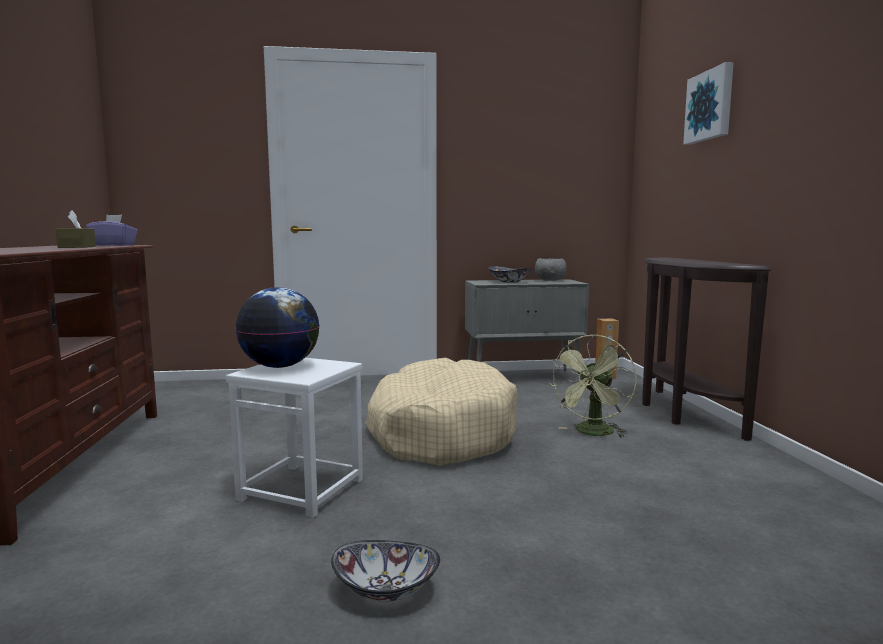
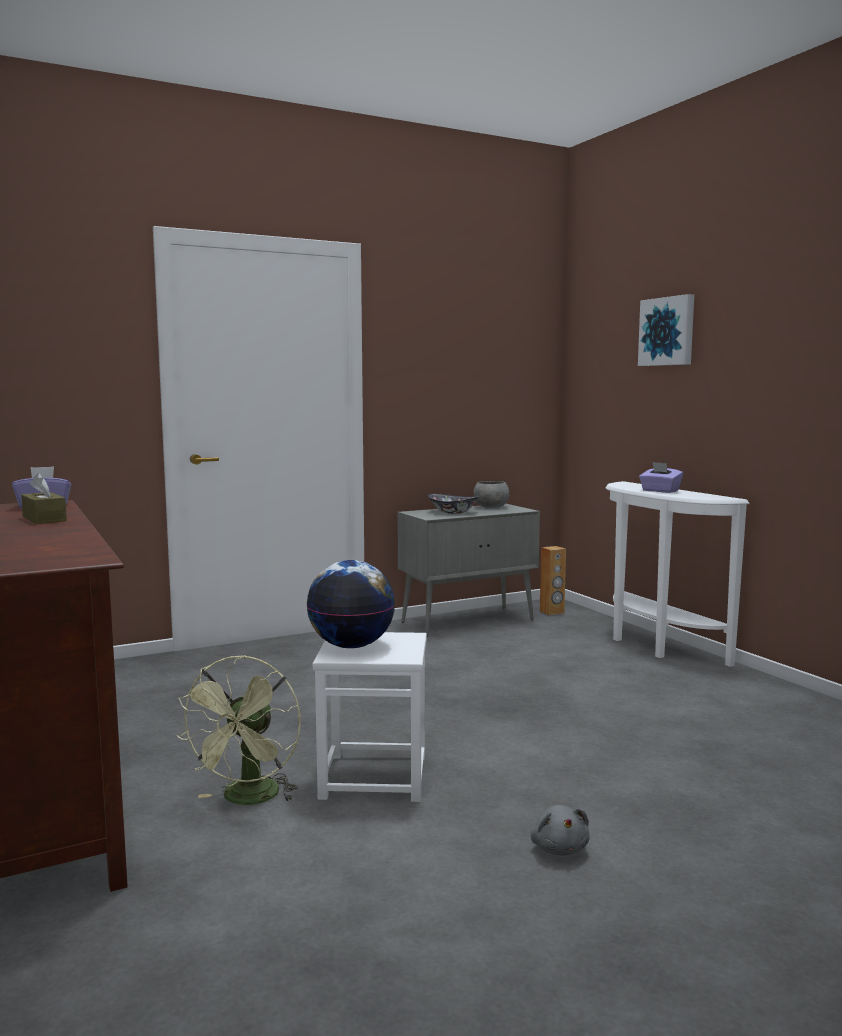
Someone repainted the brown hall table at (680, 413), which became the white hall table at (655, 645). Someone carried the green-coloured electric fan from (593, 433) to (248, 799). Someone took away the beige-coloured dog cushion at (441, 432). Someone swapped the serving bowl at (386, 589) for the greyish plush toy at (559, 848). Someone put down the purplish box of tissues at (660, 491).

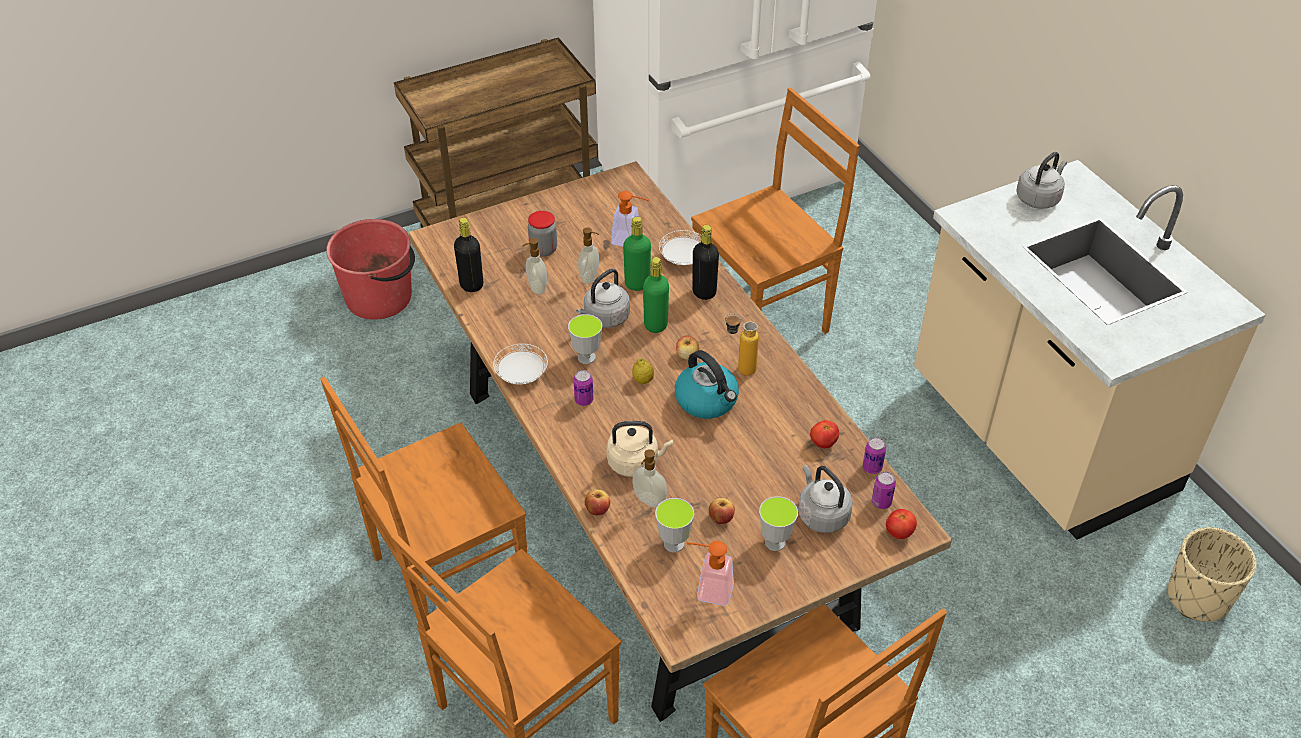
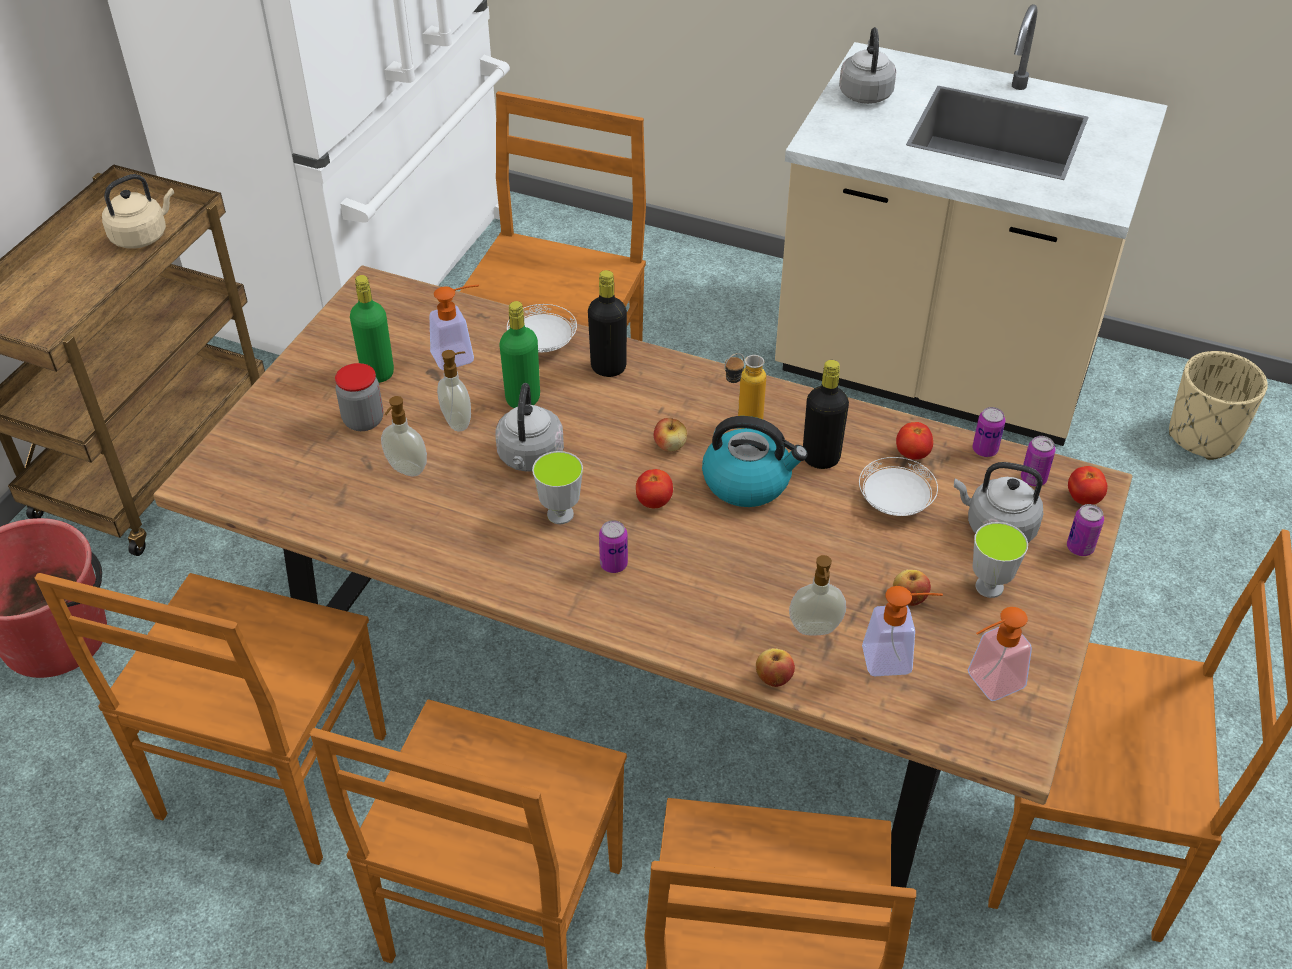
Someone carried the black drink bottle from (471, 285) to (820, 458). Someone carried the green-coloured drink bottle from (655, 325) to (377, 372). Someone carried the white plate from (521, 375) to (894, 503). Someone swapped the whole lemon at (643, 380) for the fresh tomato at (654, 501). Someone carried the beige-coloured tea kettle from (635, 462) to (142, 236). Someone swapped the small cup at (674, 544) for the soap dispenser at (896, 659). Someone put down the sealed can at (1080, 548). Someone put down the brown chair at (269, 781).

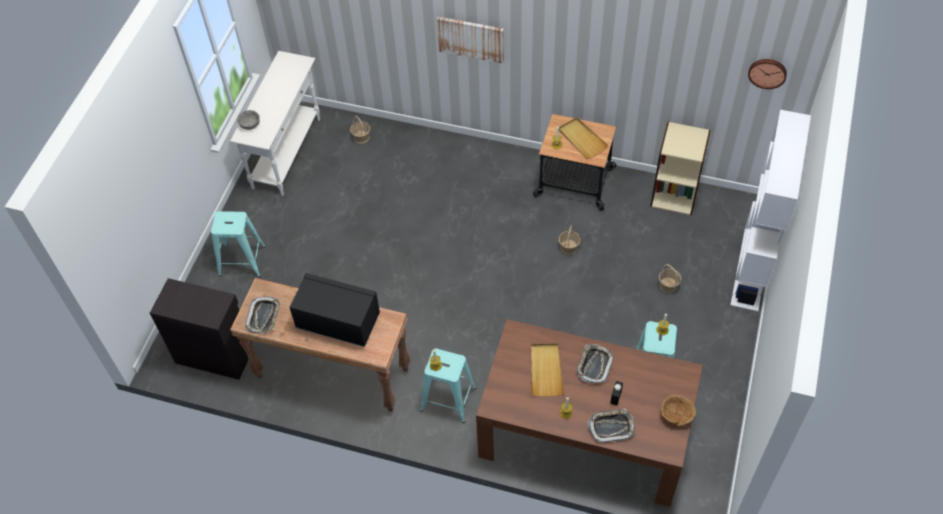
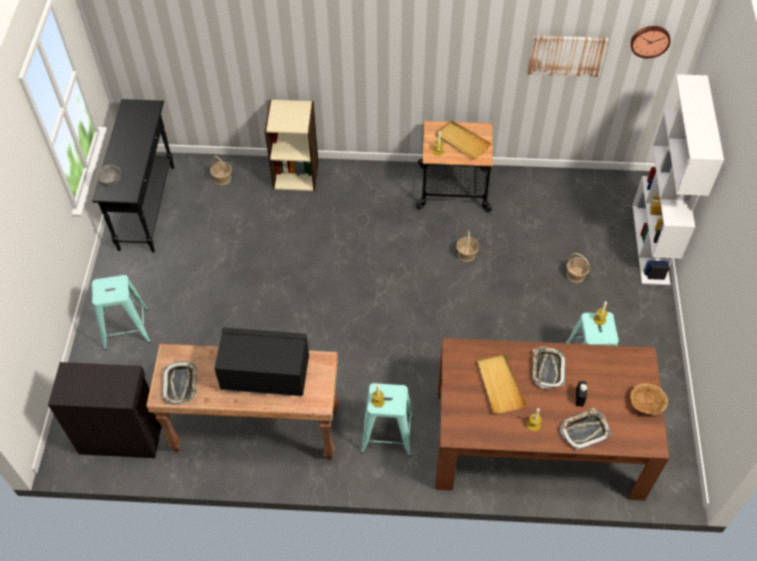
Someone carried the picture from (471, 38) to (566, 55). Someone repainted the white hall table at (287, 153), which became the black hall table at (147, 207). Someone carried the beige-coloured shelving unit from (674, 195) to (296, 174).

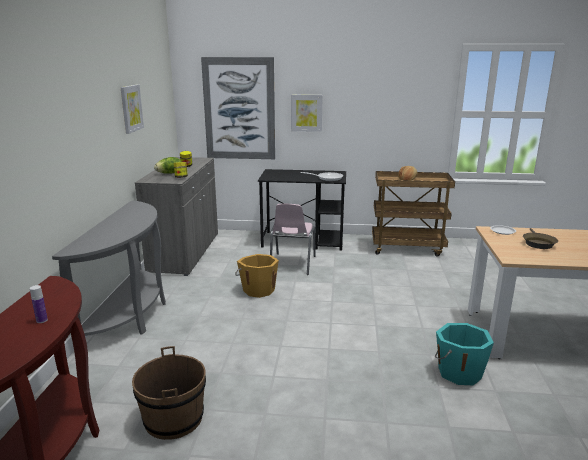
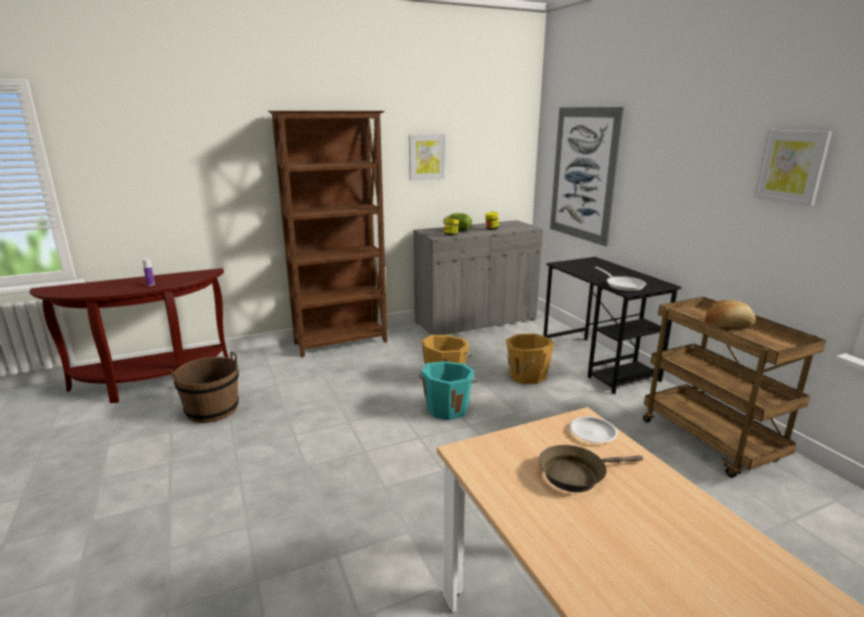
Someone carried the picture from (306, 113) to (791, 166). Someone swapped the greyish hall table at (131, 316) for the brown shelving unit at (342, 343). Someone swapped the pink-coloured chair at (292, 264) for the orangey water bucket at (526, 376). Someone carried the turquoise water bucket from (458, 372) to (447, 408).

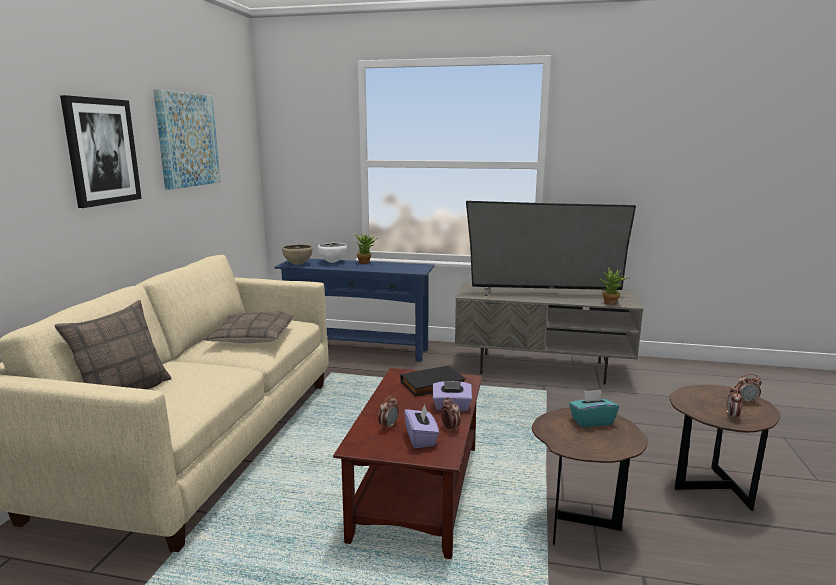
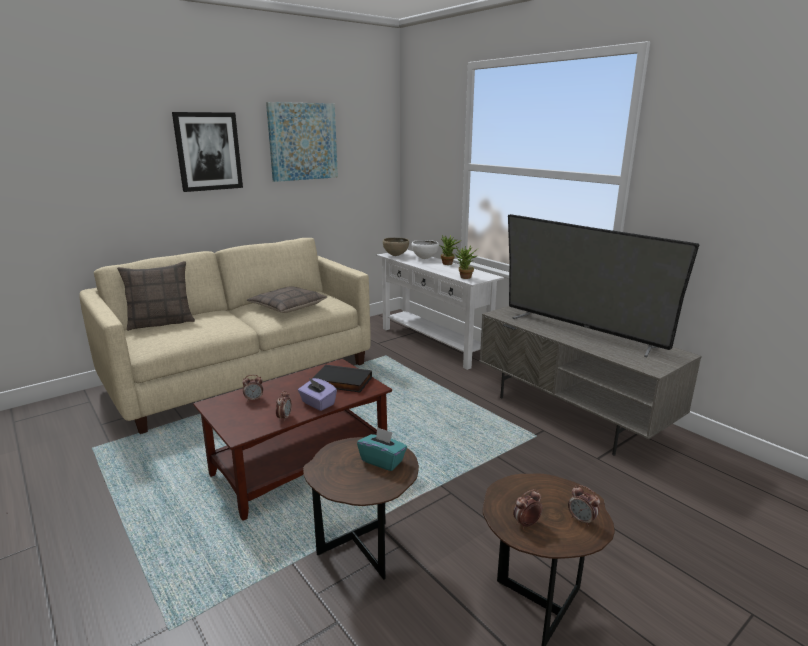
Someone repainted the bluish hall table at (358, 349), which became the white hall table at (434, 343). Someone carried the houseplant from (611, 304) to (464, 278). Someone took away the purplish box of tissues at (421, 438).

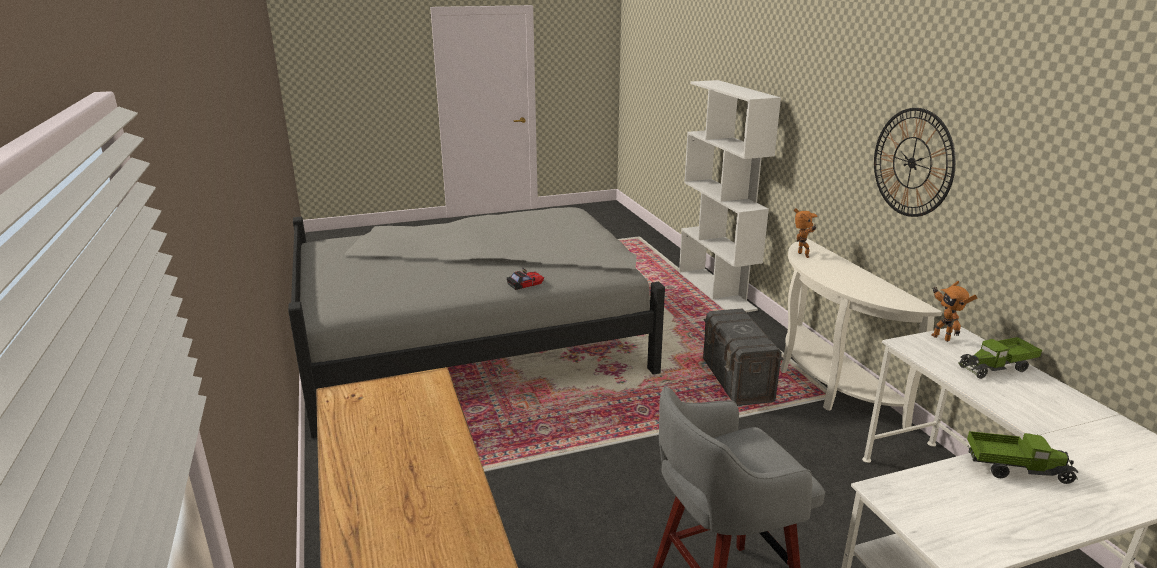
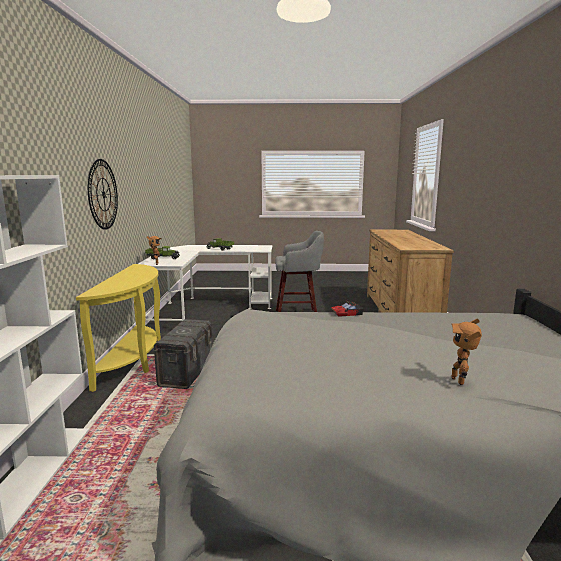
Someone carried the toy robot from (801, 255) to (460, 380). Someone repainted the white hall table at (826, 384), which became the yellow hall table at (135, 361).

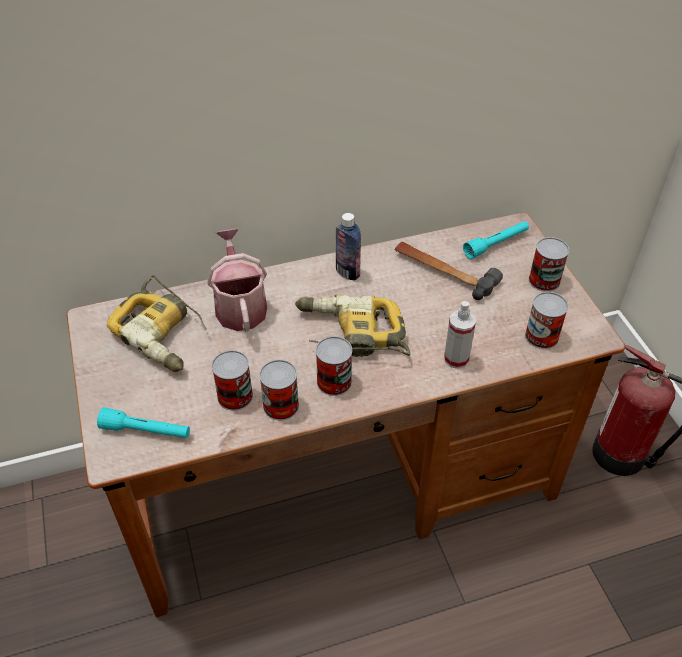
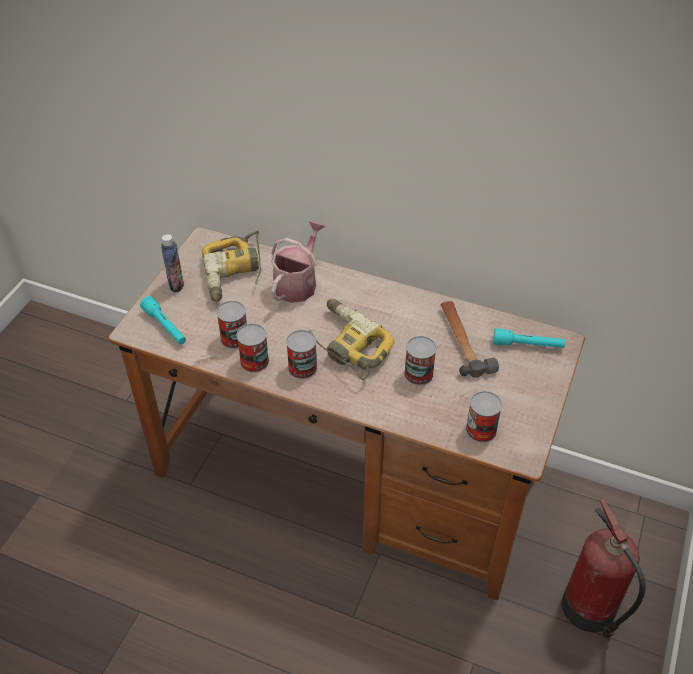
Someone carried the drink bottle from (347, 272) to (176, 284). Someone carried the sealed can from (544, 280) to (418, 374). Someone took away the sprayer at (456, 359).

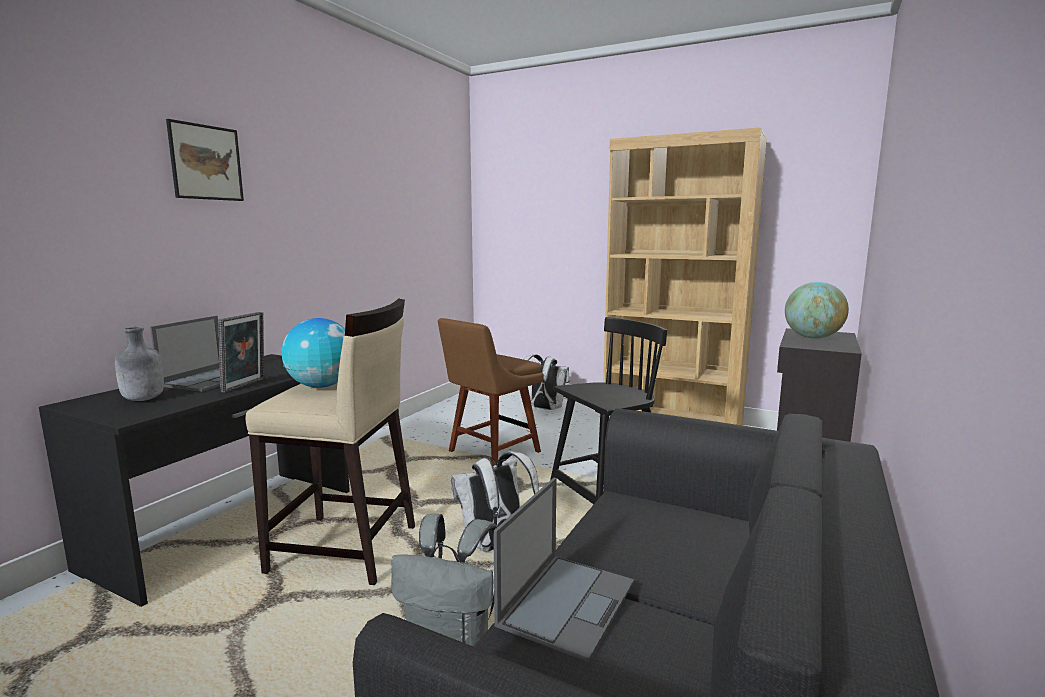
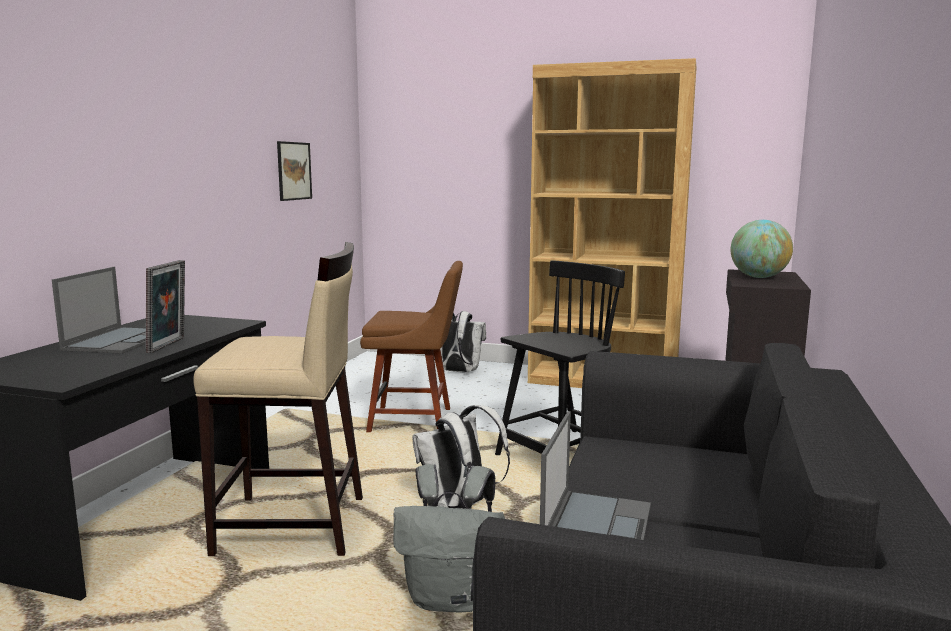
Someone carried the picture from (206, 162) to (294, 171). Someone took away the world globe at (322, 386). Someone rotated the brown chair at (491, 453) by 120 degrees counterclockwise. Someone took away the greyish drink bottle at (143, 399).

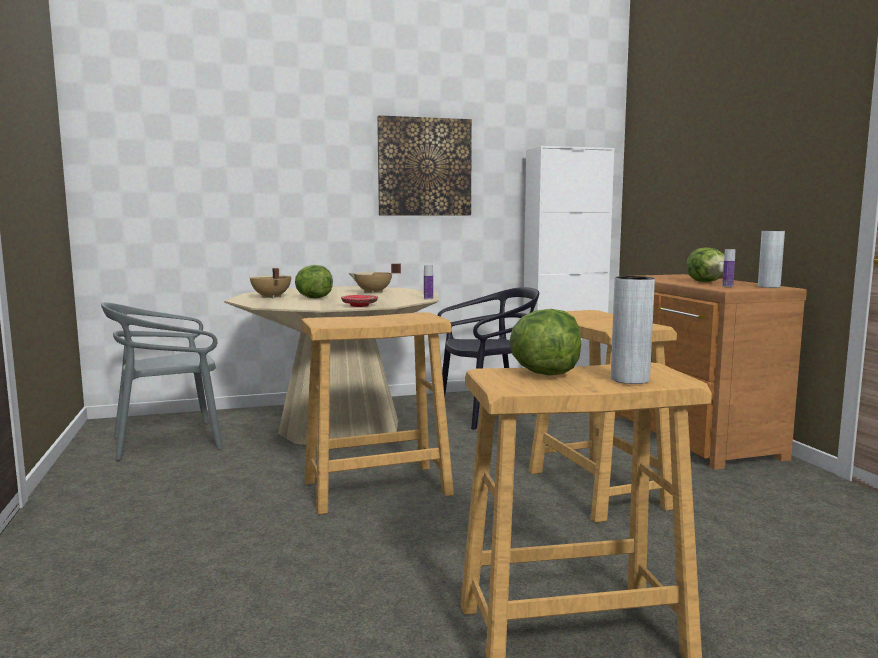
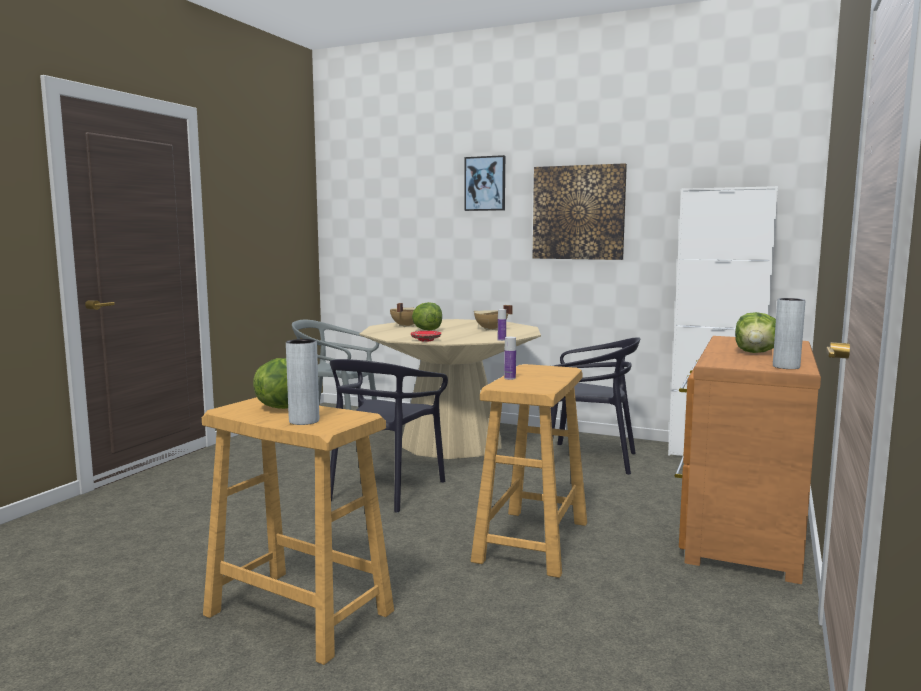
Someone carried the drink bottle from (727, 286) to (510, 378). Someone swapped the beige-coloured stool seat at (376, 488) for the black chair at (384, 490). Someone put up the picture at (485, 183).

